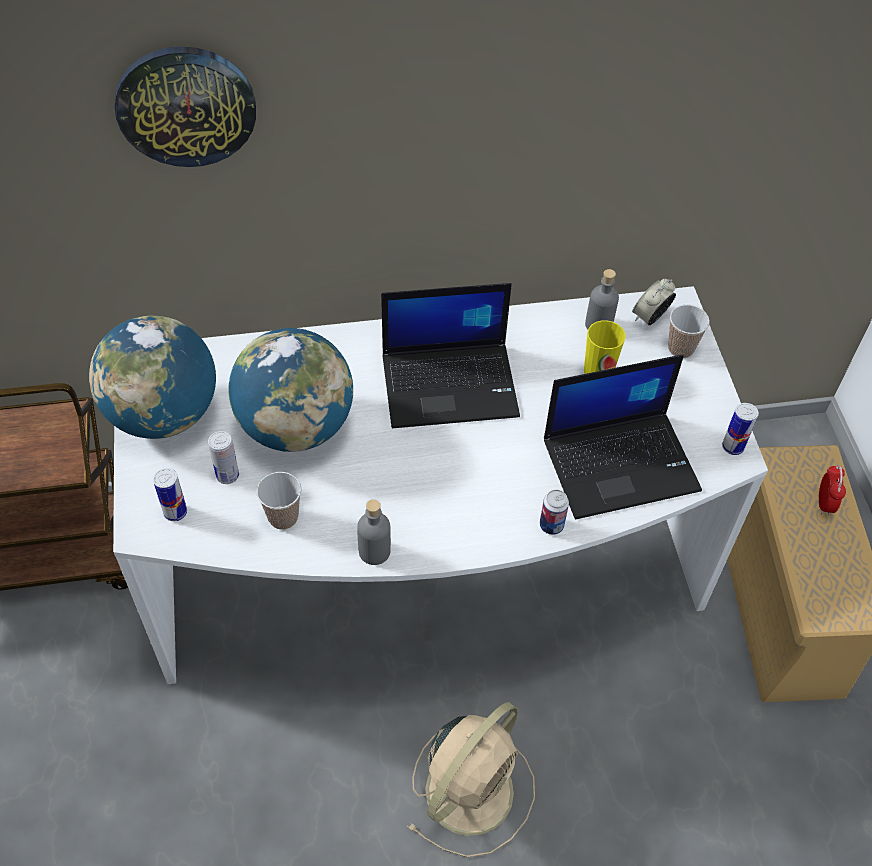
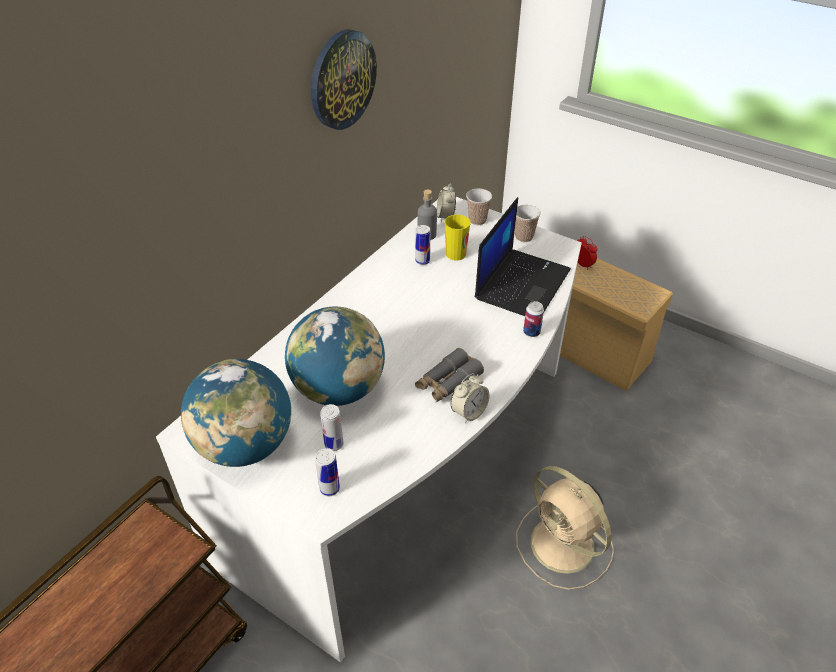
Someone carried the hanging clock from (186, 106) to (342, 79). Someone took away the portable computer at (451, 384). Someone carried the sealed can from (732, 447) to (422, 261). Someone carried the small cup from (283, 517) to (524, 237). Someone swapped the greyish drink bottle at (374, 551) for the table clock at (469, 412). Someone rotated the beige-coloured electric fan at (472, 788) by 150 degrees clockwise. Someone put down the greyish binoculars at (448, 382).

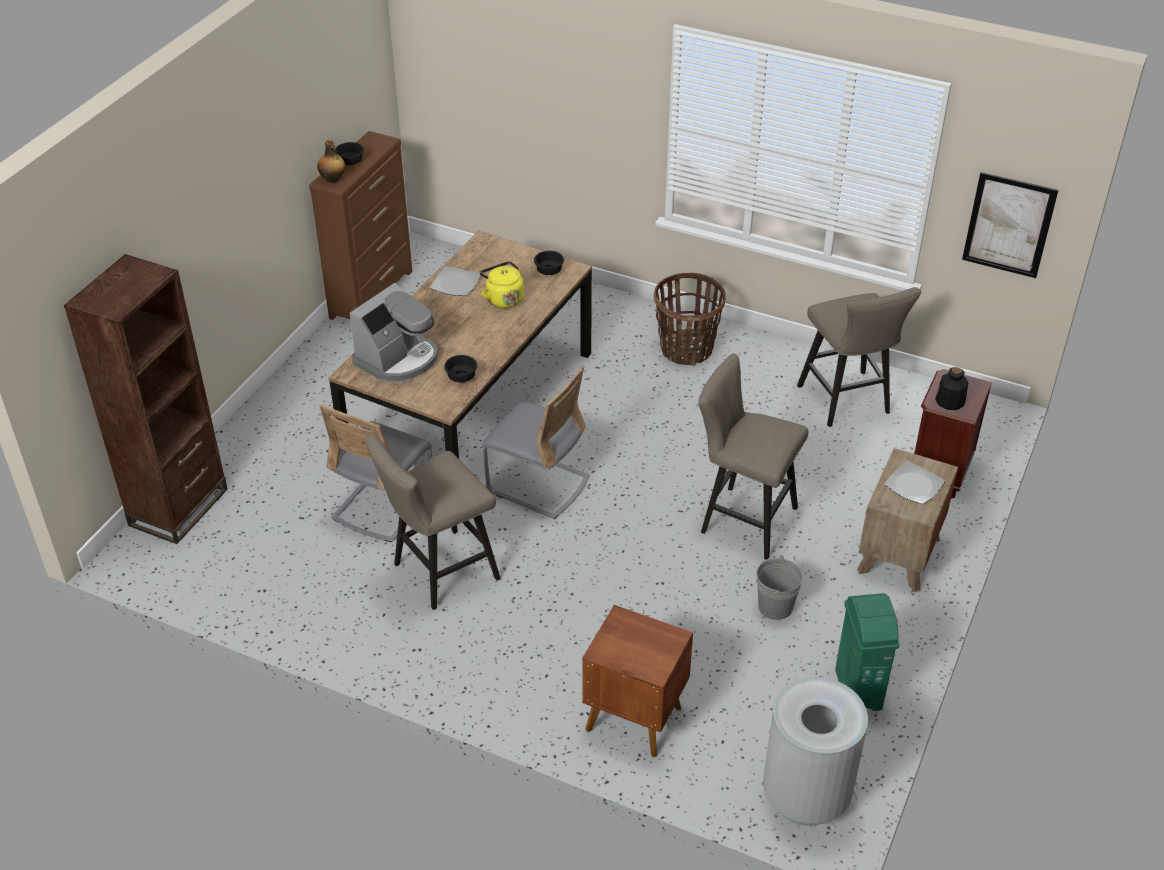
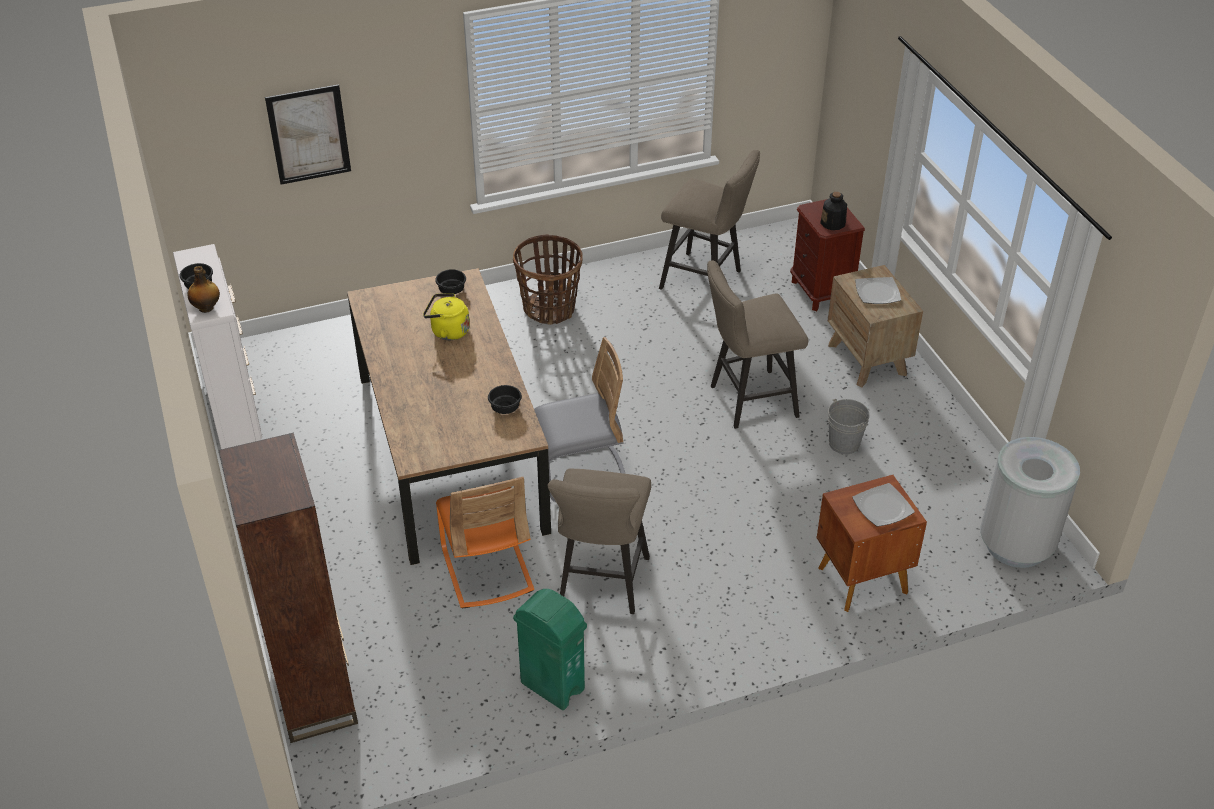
Someone repainted the brown chest of drawers at (372, 294), which became the white chest of drawers at (234, 417). Someone carried the picture from (1009, 225) to (309, 134). Someone carried the plate from (455, 284) to (882, 507). Someone took away the coffee maker at (398, 359). Someone repainted the greyish chair at (383, 505), which became the orangey chair at (487, 569). Someone carried the green-coloured trash can from (858, 689) to (552, 685).

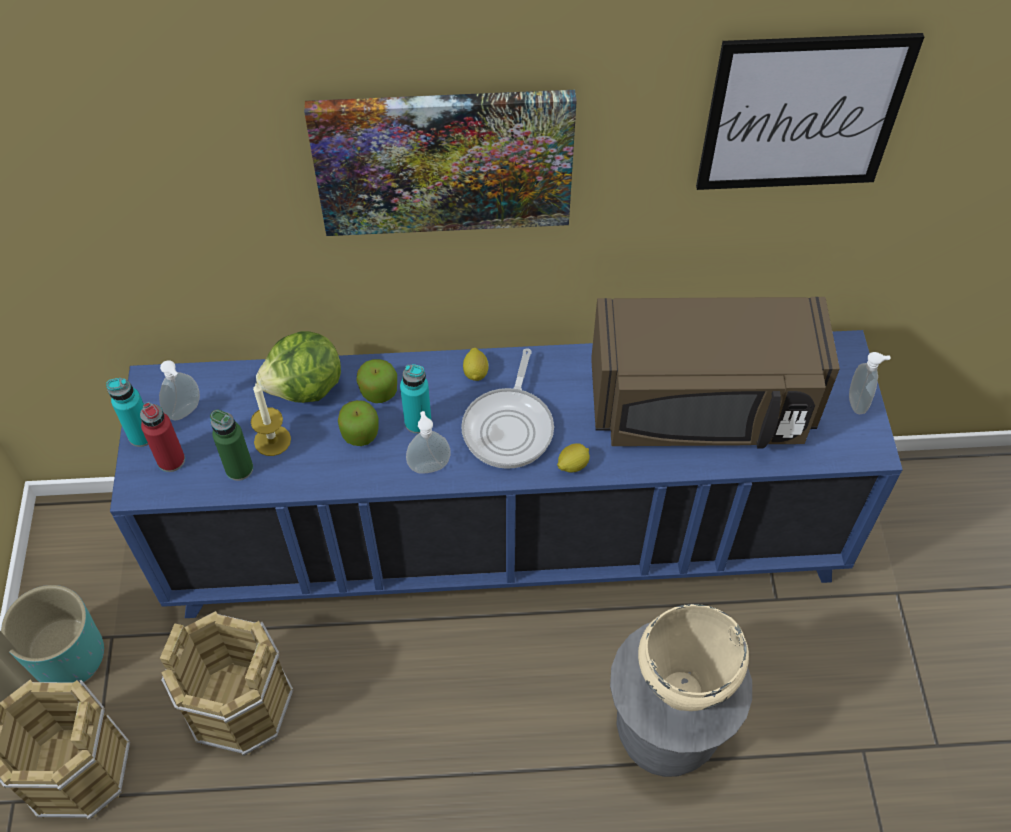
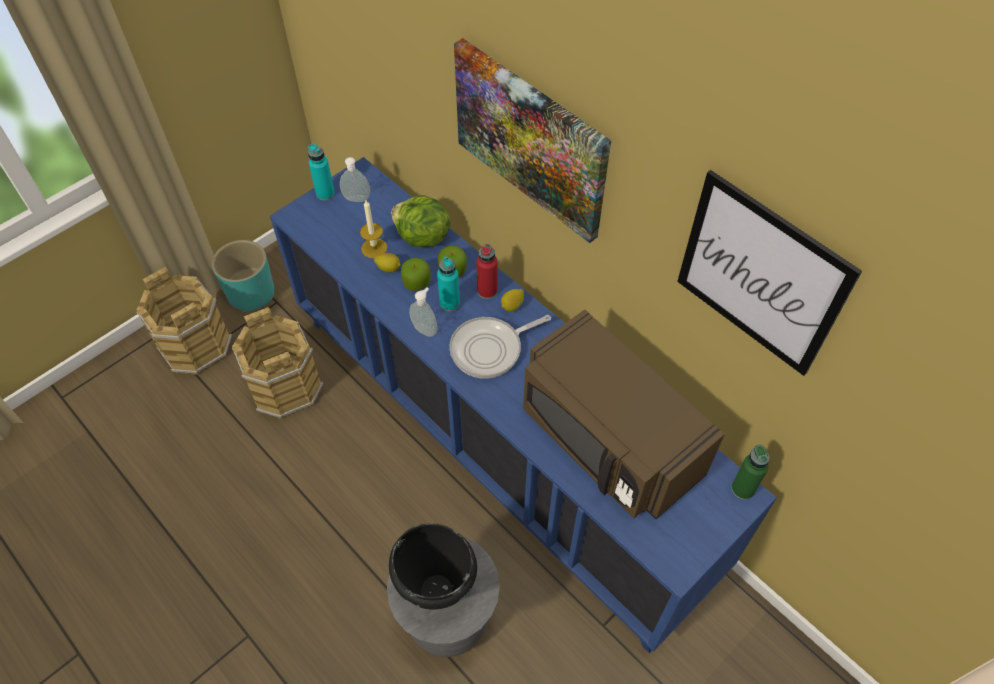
Someone took away the soap dispenser at (858, 402). Someone carried the reddish drink bottle from (171, 460) to (487, 291). Someone carried the green-coloured drink bottle from (239, 469) to (742, 489). Someone carried the whole lemon from (572, 465) to (389, 268). Someone repainted the beige-coloured cooking pot at (680, 690), which became the black cooking pot at (436, 589).

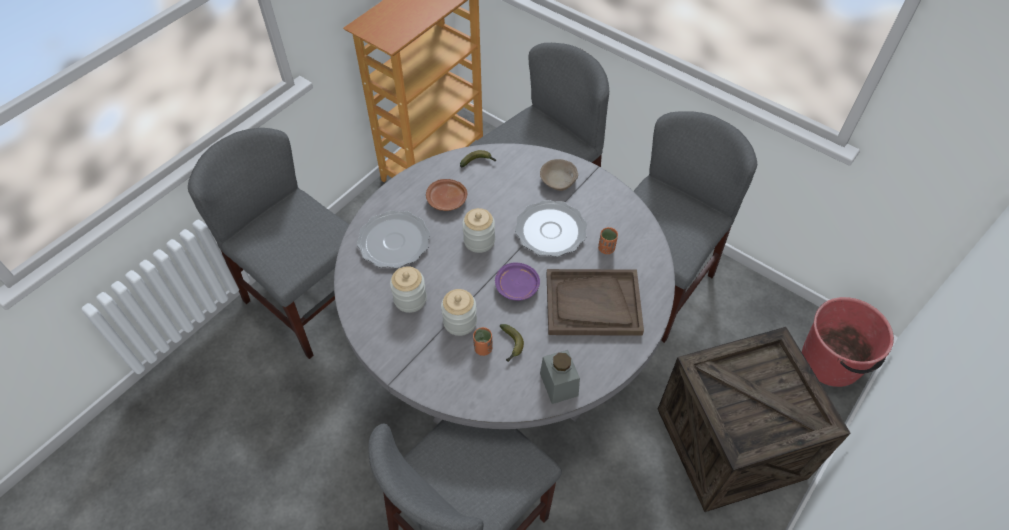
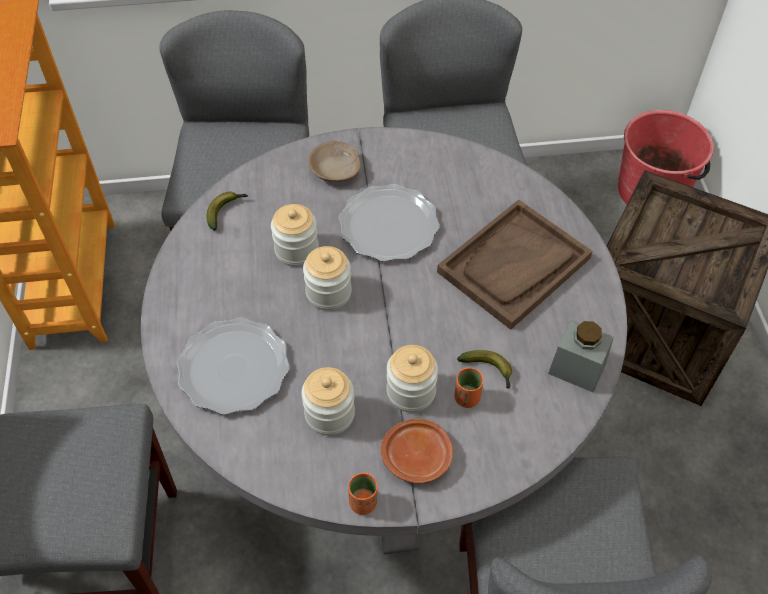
Someone carried the brown plate from (447, 200) to (417, 456). Someone carried the orangey small cup from (606, 248) to (363, 503). Someone took away the purplish plate at (517, 286). Someone put down the preserve jar at (296, 250).

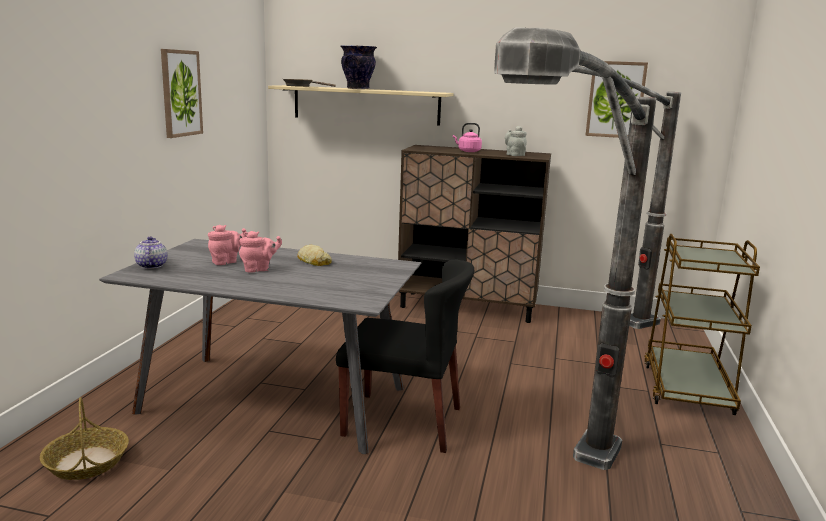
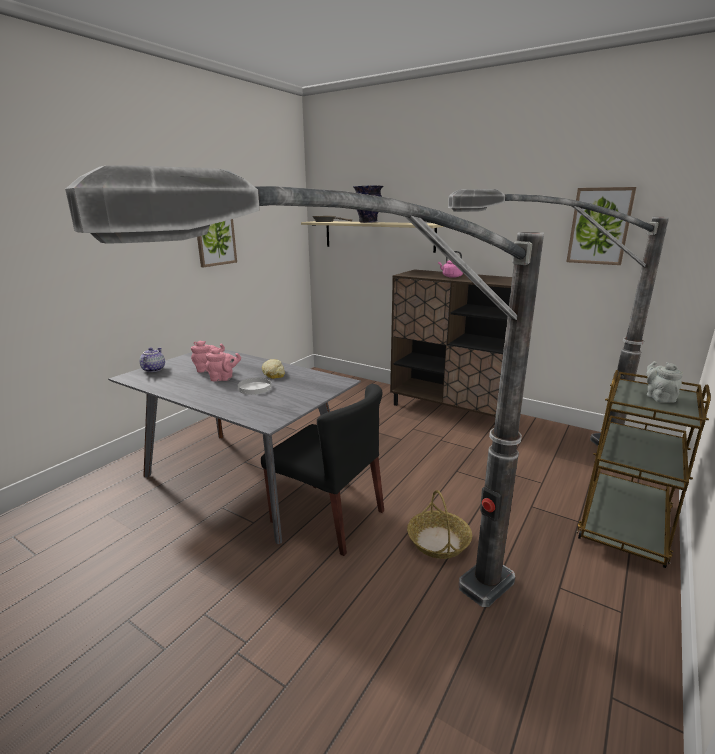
Someone carried the greyish pot for tea from (514, 155) to (658, 397). Someone carried the basket from (87, 462) to (438, 541). Someone put down the white plate at (255, 388).

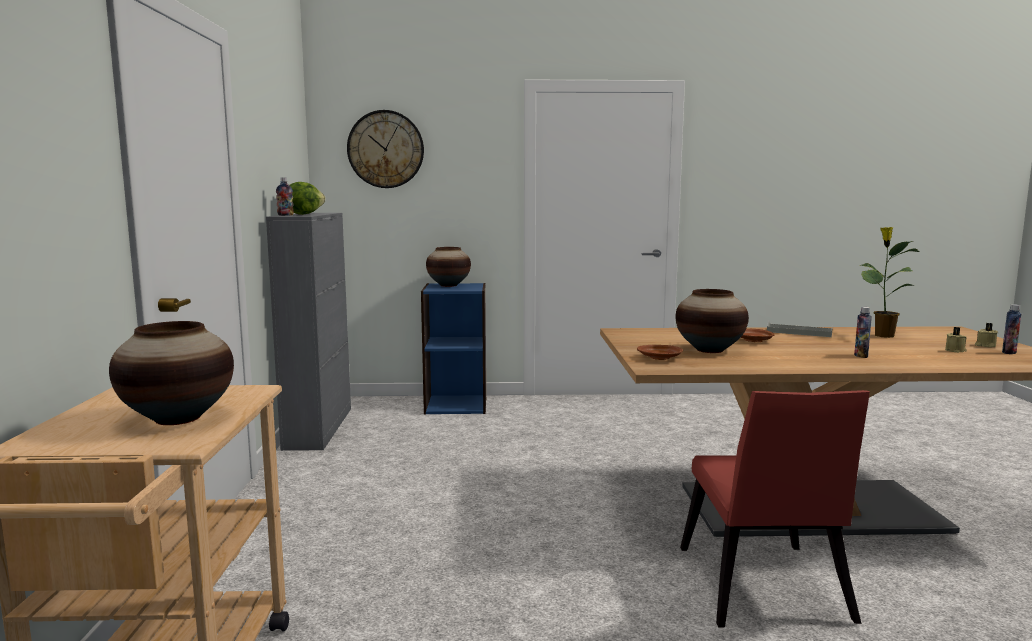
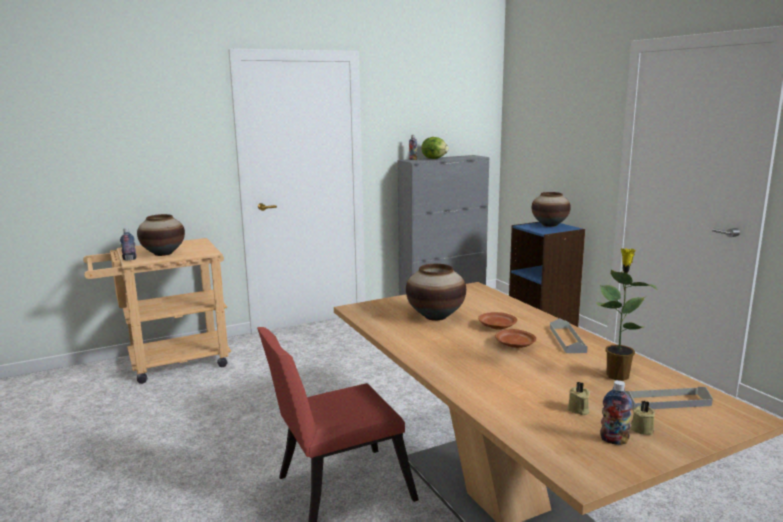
Someone took away the hanging clock at (385, 149). Someone carried the drink bottle from (861, 356) to (129, 259). Someone carried the brown plate from (660, 358) to (515, 345). Someone put down the greyish serving tray at (666, 402).

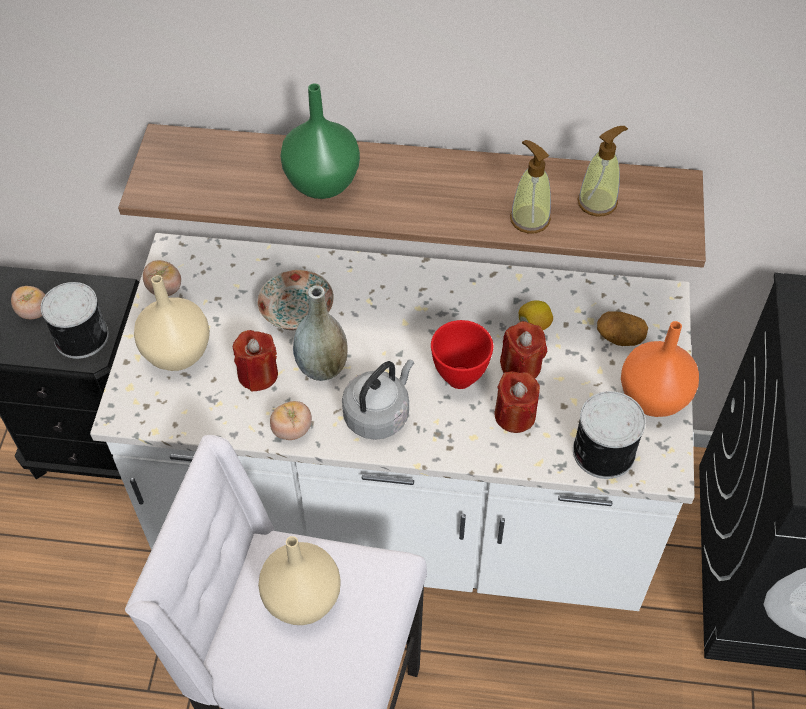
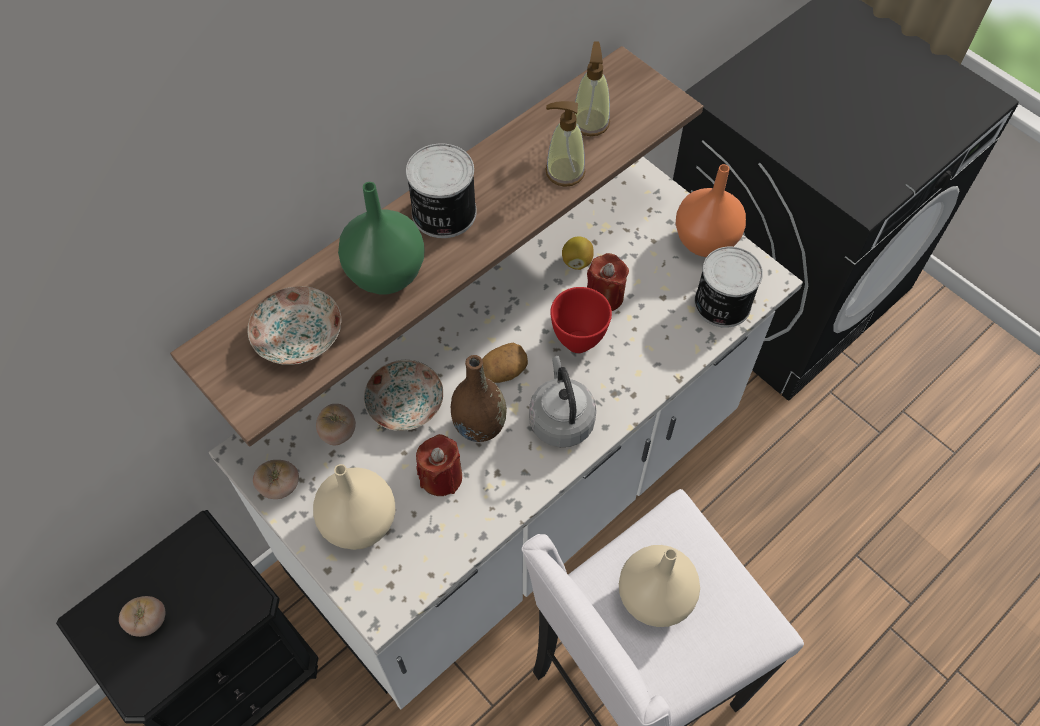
Someone carried the sealed can from (80, 336) to (443, 213). Someone repainted the greyish vase at (322, 367), which became the brown vase at (479, 426). Someone carried the potato from (619, 337) to (503, 370). Someone took away the reddish wax light at (515, 415). Someone carried the fresh tomato from (292, 430) to (338, 432). Someone put down the plate at (298, 335).

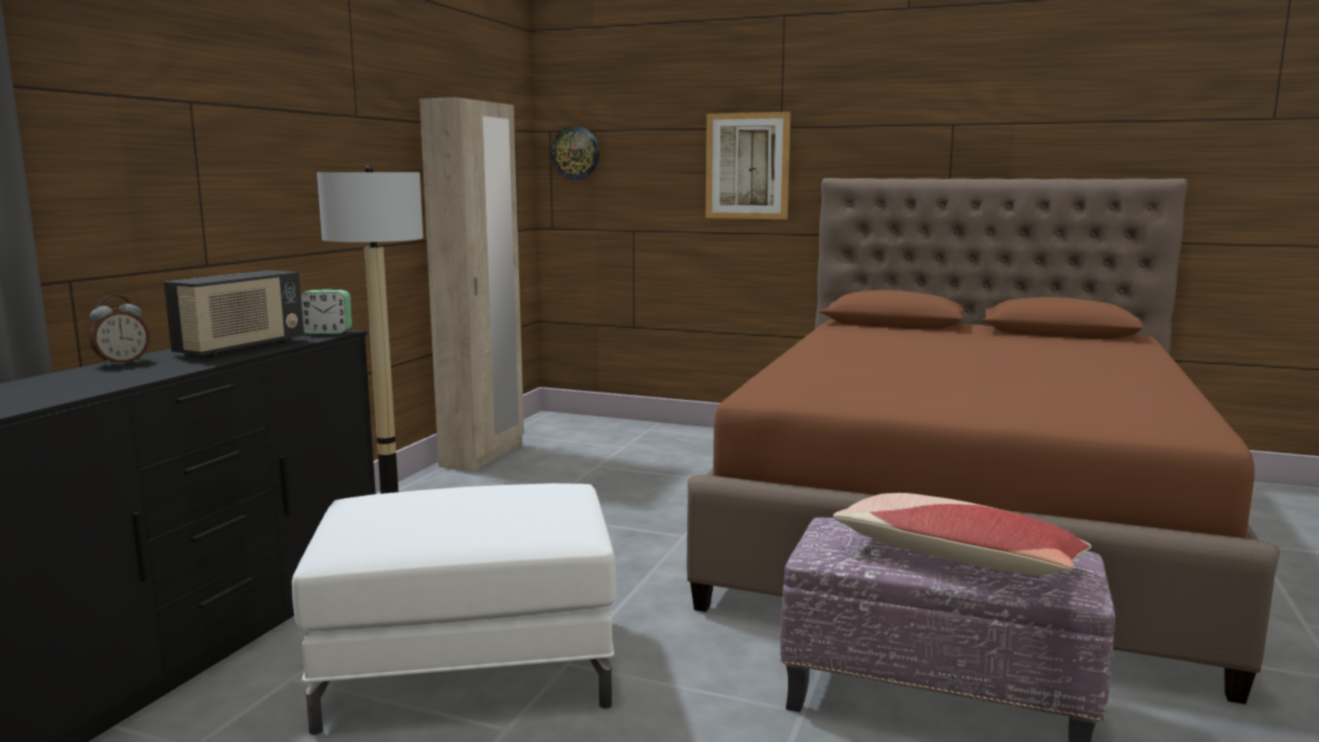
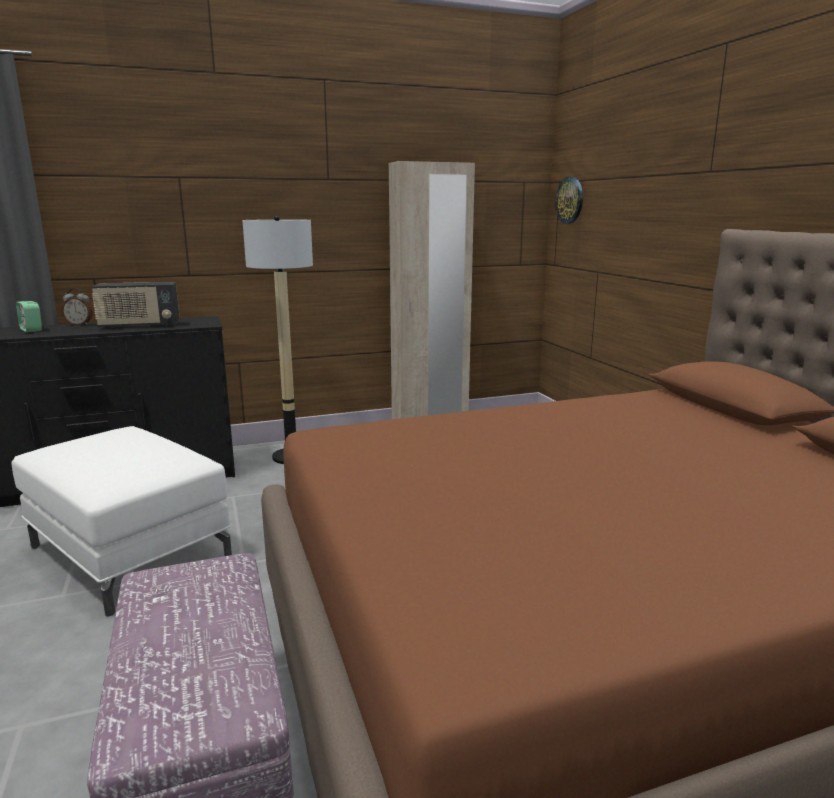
Someone took away the picture at (747, 166). Someone carried the table clock from (327, 332) to (31, 330). Someone took away the throw pillow at (955, 557).

